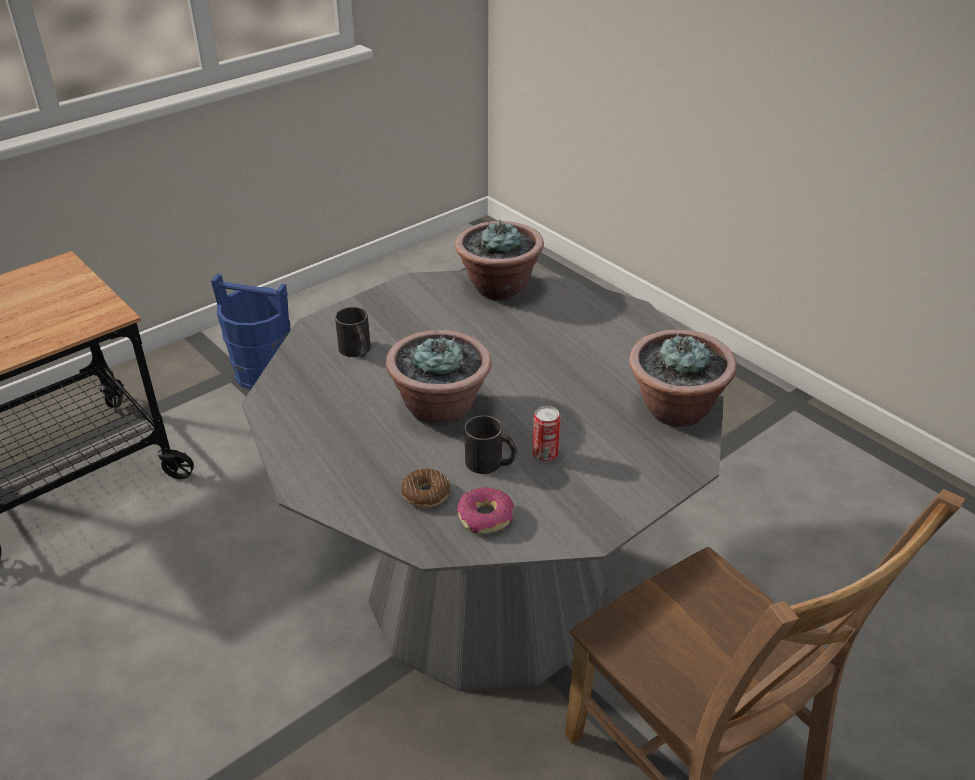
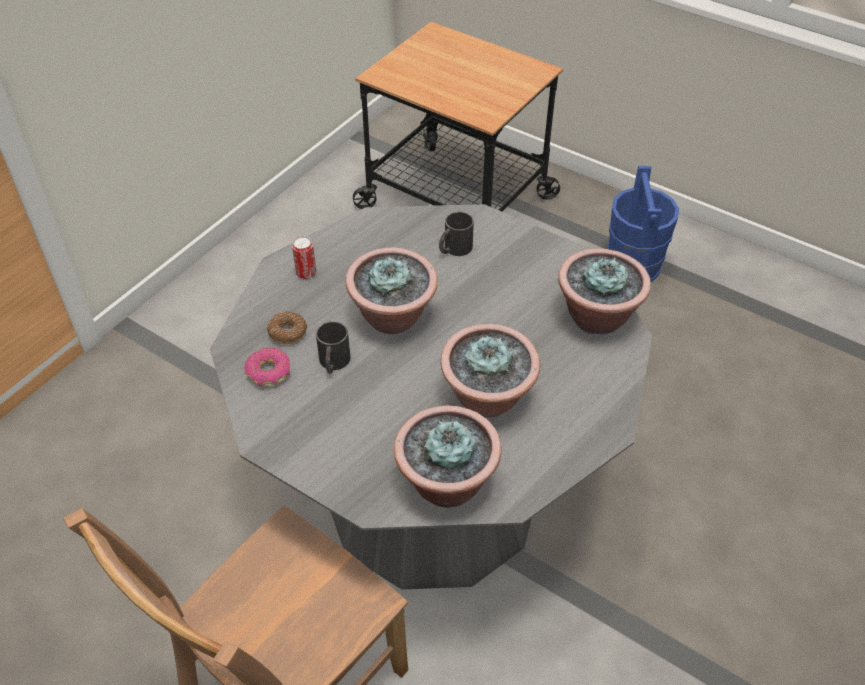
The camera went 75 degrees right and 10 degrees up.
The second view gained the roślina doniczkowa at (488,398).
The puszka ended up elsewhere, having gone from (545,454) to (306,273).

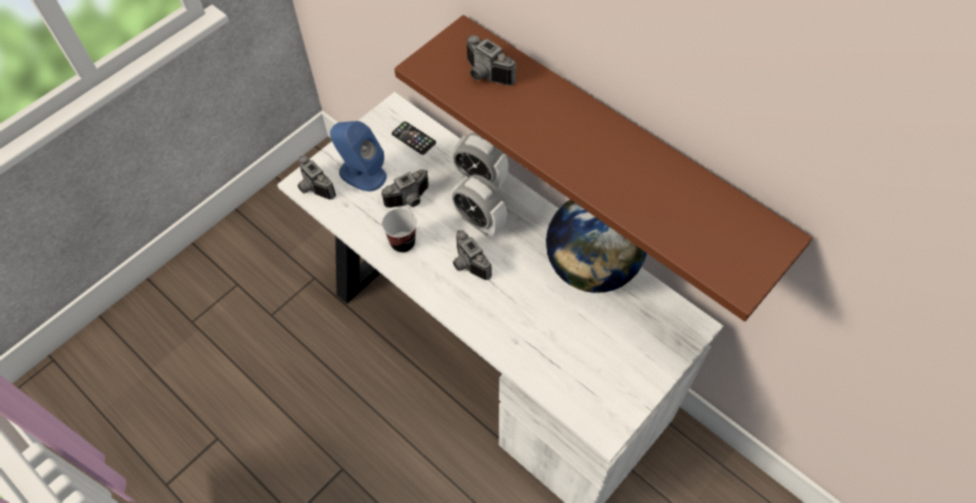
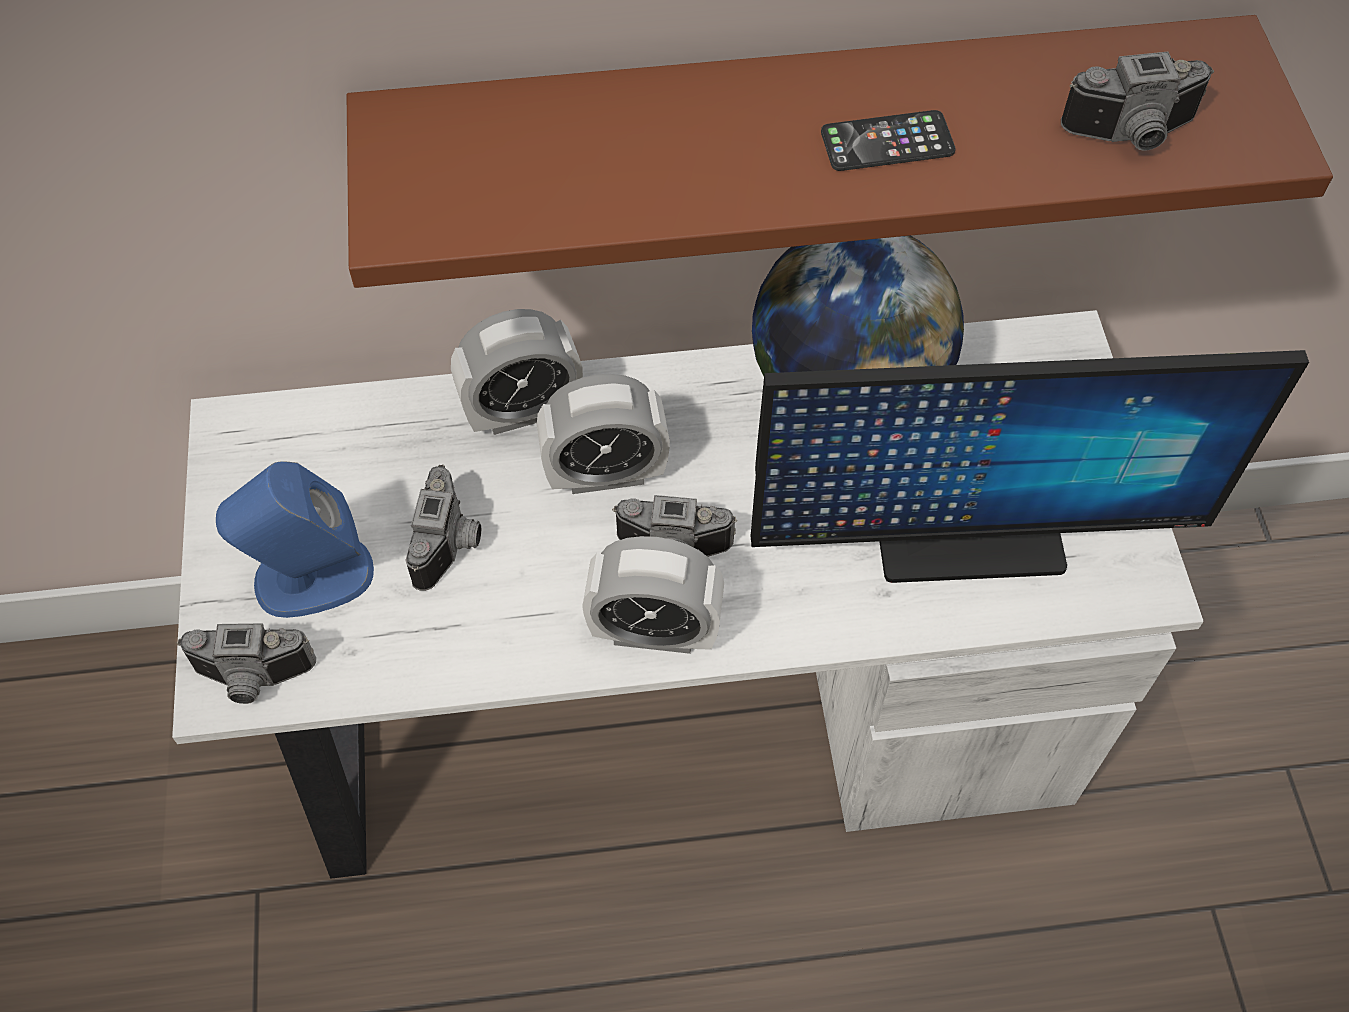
The camera went 50 degrees left and 0 degrees up.
The second view lost the filiżanka at (403,243).
The second view gained the budzik at (654,631).
The second view gained the monitor at (967,538).
The telefon ended up elsewhere, having gone from (413,138) to (887,142).
The aparat fotograficzny ended up elsewhere, having gone from (485,75) to (1133,136).

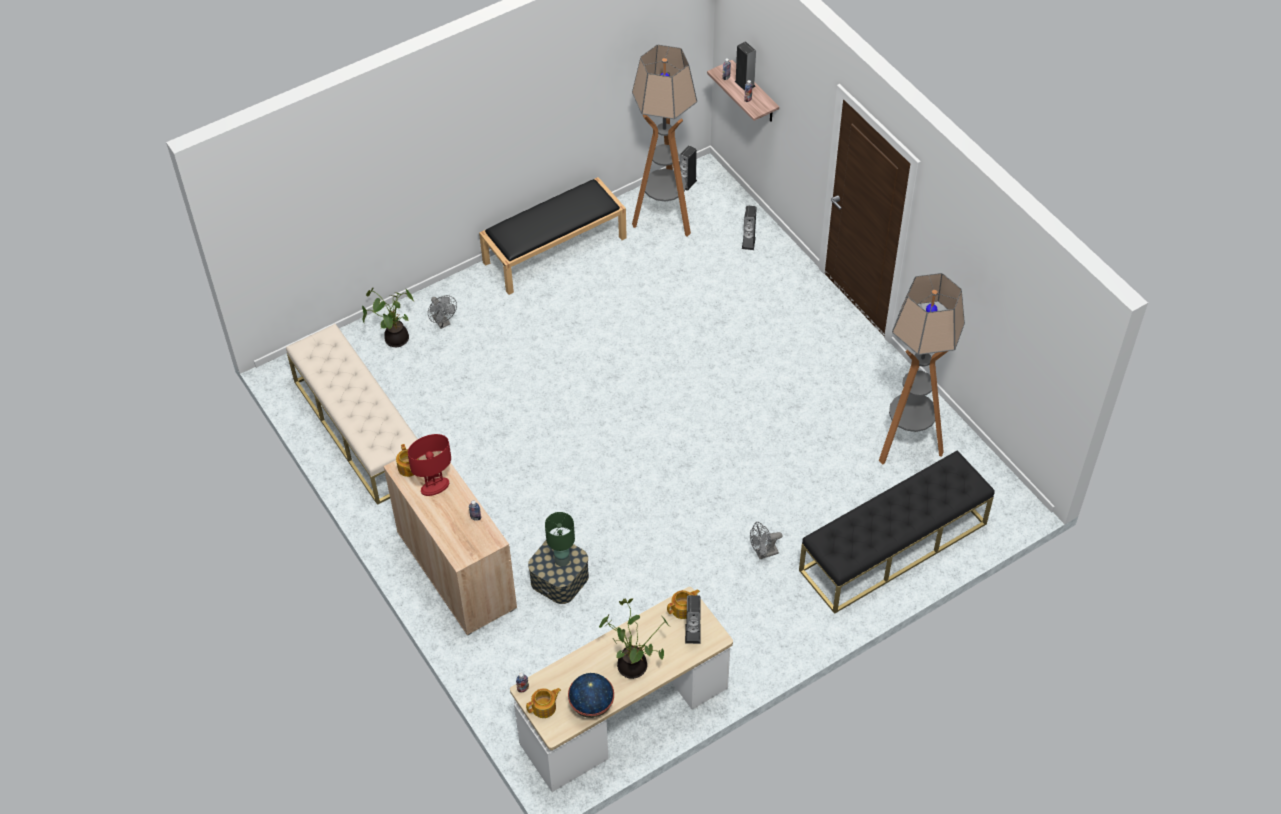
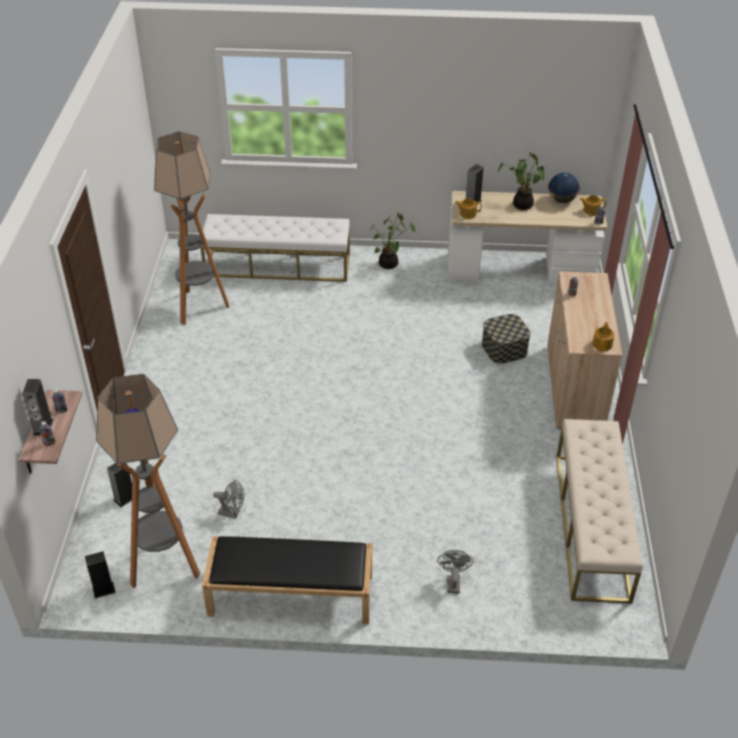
The camera went 145 degrees left and 10 degrees down.
The second view lost the lampa stołowa [czerwony] at (435,487).
The second view lost the lampa stołowa [zielony] at (562,559).
The roślina doniczkowa ended up elsewhere, having gone from (395,338) to (389,265).
The wentylator [szary] ended up elsewhere, having gone from (763,553) to (232,513).
What was the ławka [czarny] at (893,547) turned into the ławka [biały] at (278,265).

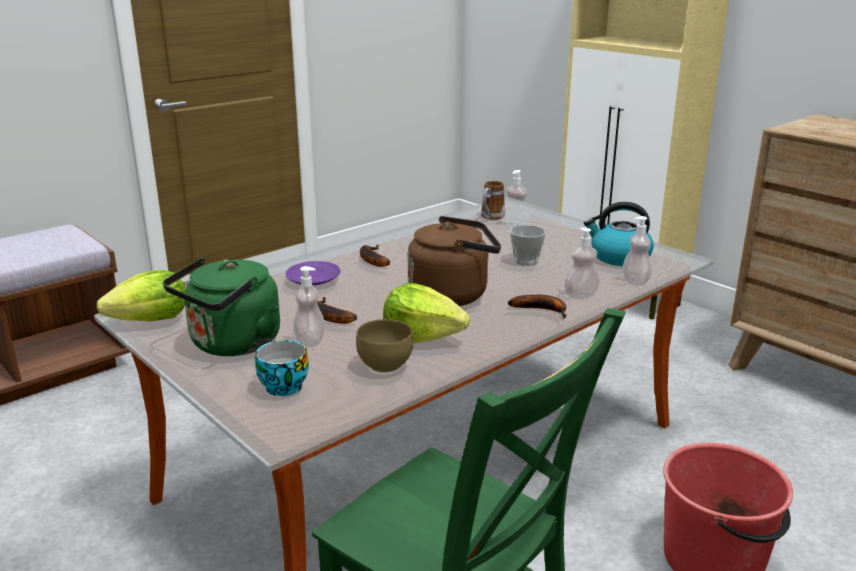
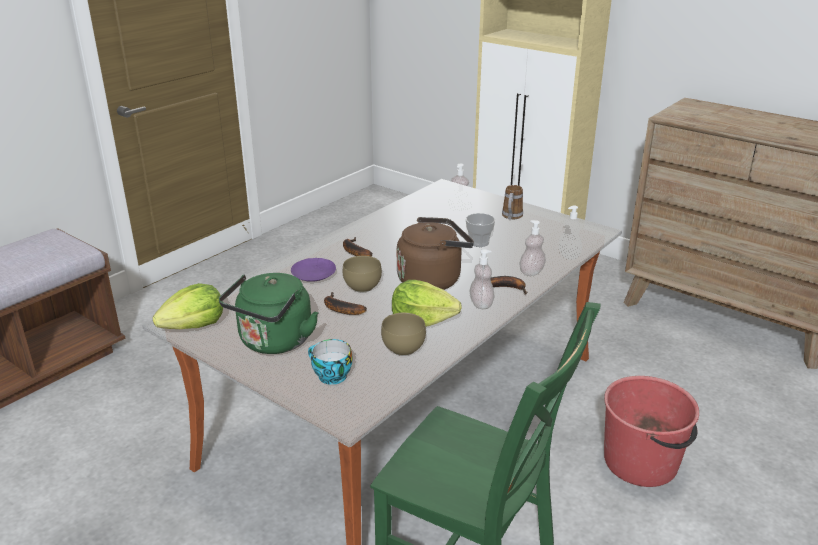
The camera went 10 degrees left and 5 degrees up.
The second view lost the czajnik at (619,257).
The second view gained the miska [brązowy] at (361,287).
The dozownik mydła ended up elsewhere, having gone from (310,341) to (481,304).
The kubek ended up elsewhere, having gone from (490,217) to (511,217).

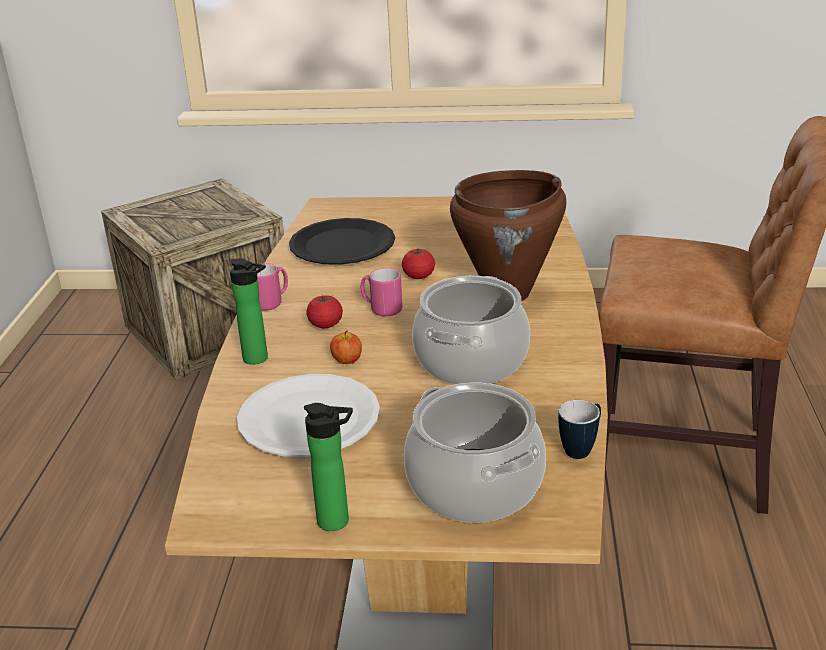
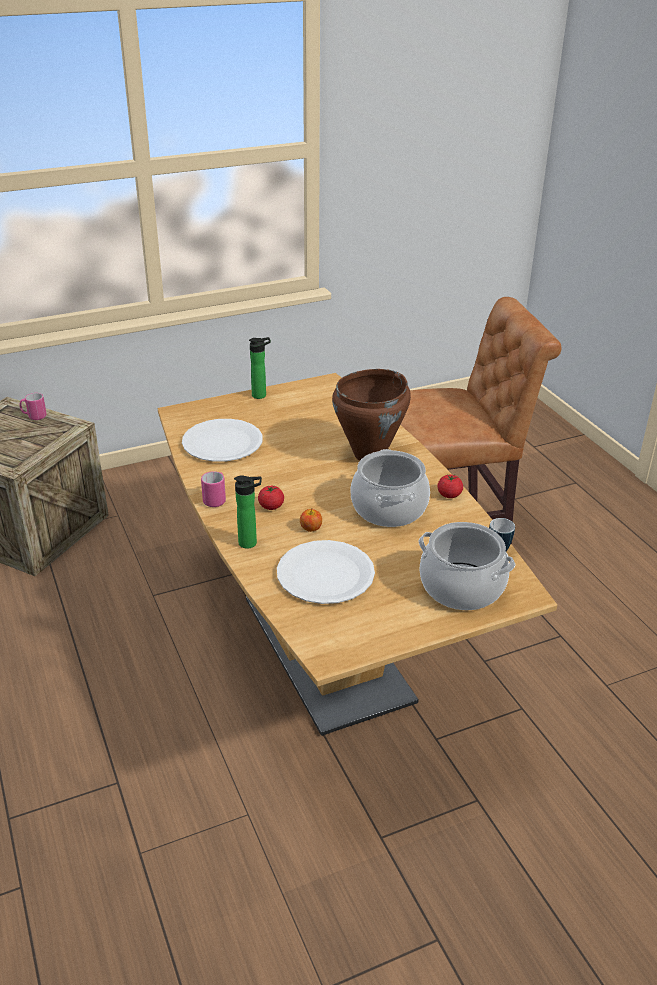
The camera went 30 degrees left and 5 degrees up.
The butelka ended up elsewhere, having gone from (338,522) to (261,395).
The kubek [różowy] ended up elsewhere, having gone from (381,309) to (34,416).
The pomidor ended up elsewhere, having gone from (418,276) to (449,495).
What was the talerz [czarny] at (342,245) turned into the talerz [biały] at (222,442).

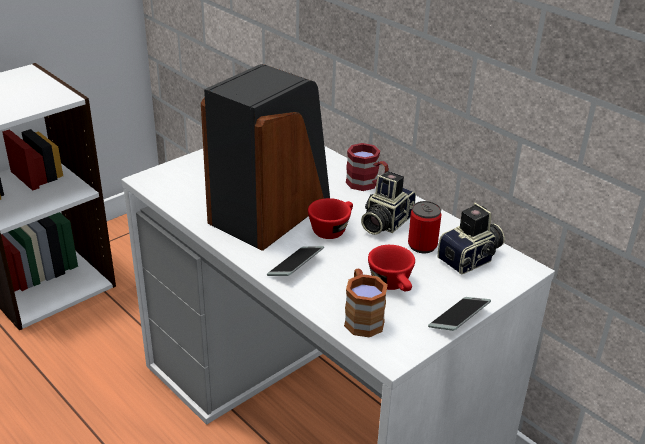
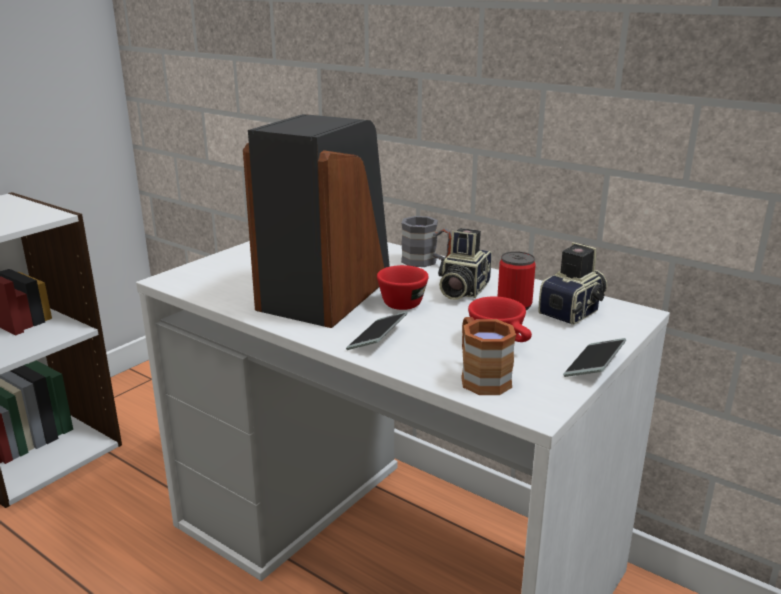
The camera went 10 degrees left and 10 degrees down.
What was the kubek [czerwony] at (367,185) turned into the kubek [szary] at (426,262).

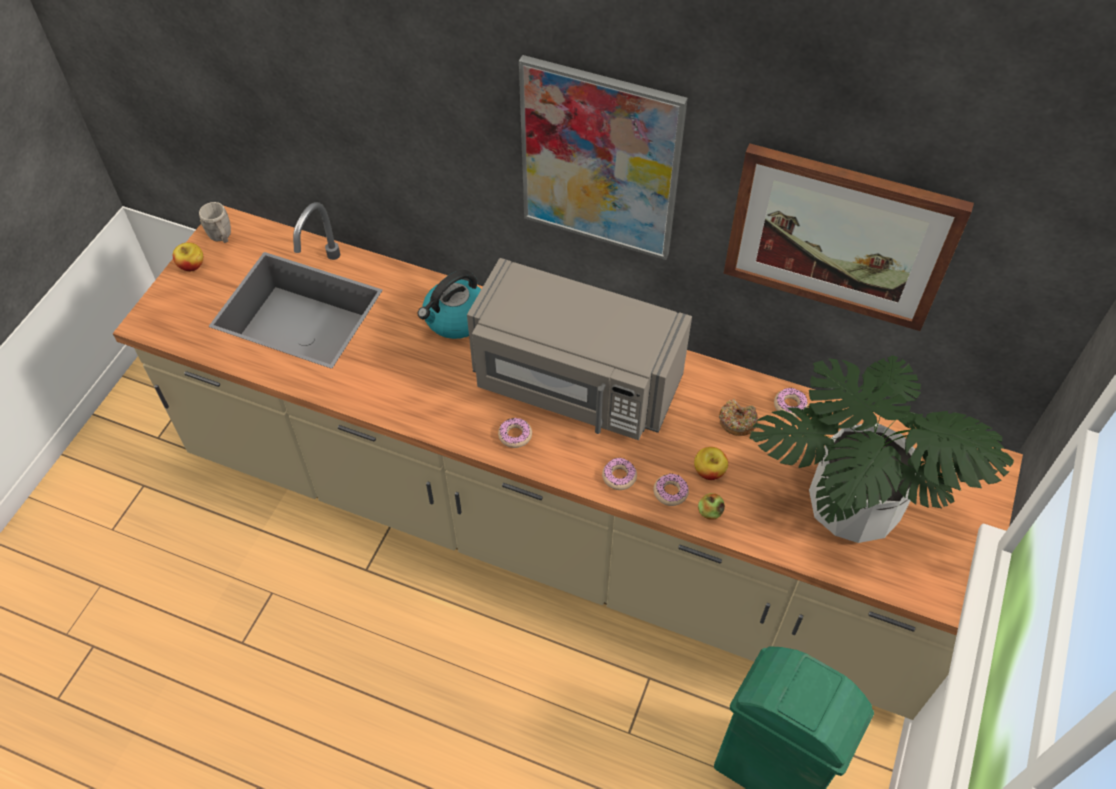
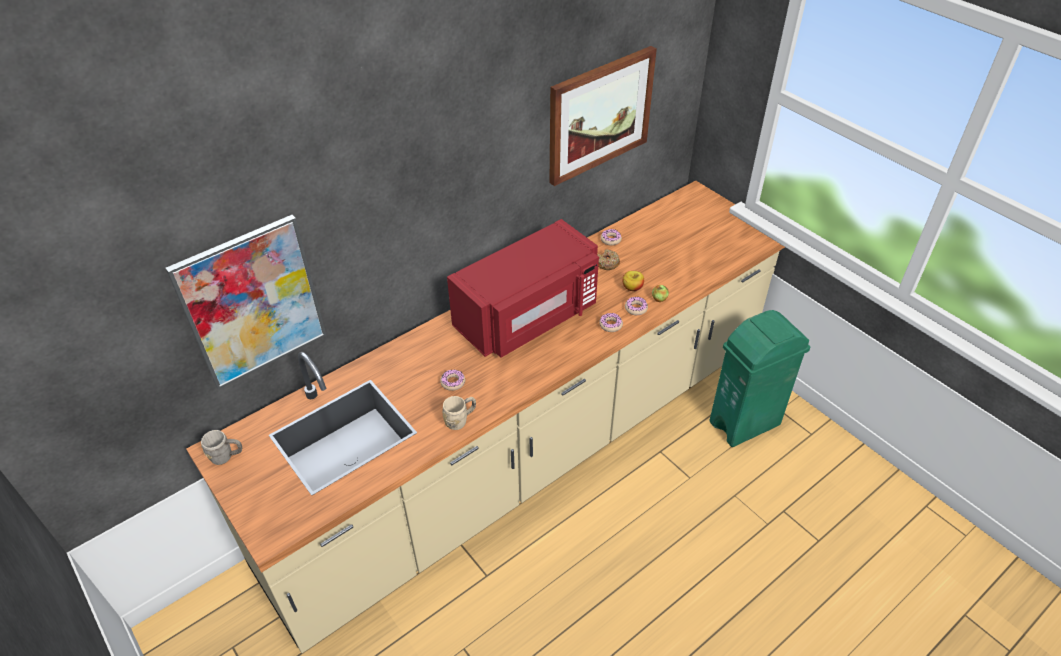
The camera went 60 degrees left and 10 degrees down.
The second view lost the jabłko at (191,265).
The second view lost the czajnik at (455,319).
The second view lost the roślina doniczkowa at (852,505).
The second view gained the kubek [beżowy] at (460,420).
The donut ended up elsewhere, having gone from (515,435) to (453,382).
The obraz ended up elsewhere, having gone from (600,160) to (252,303).
What was the mikrofalówka [szary] at (574,383) turned into the mikrofalówka [czerwony] at (529,317).

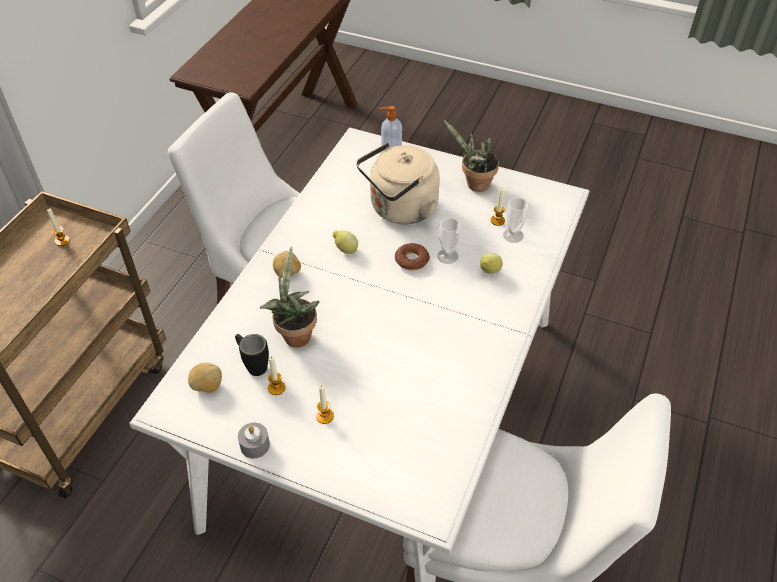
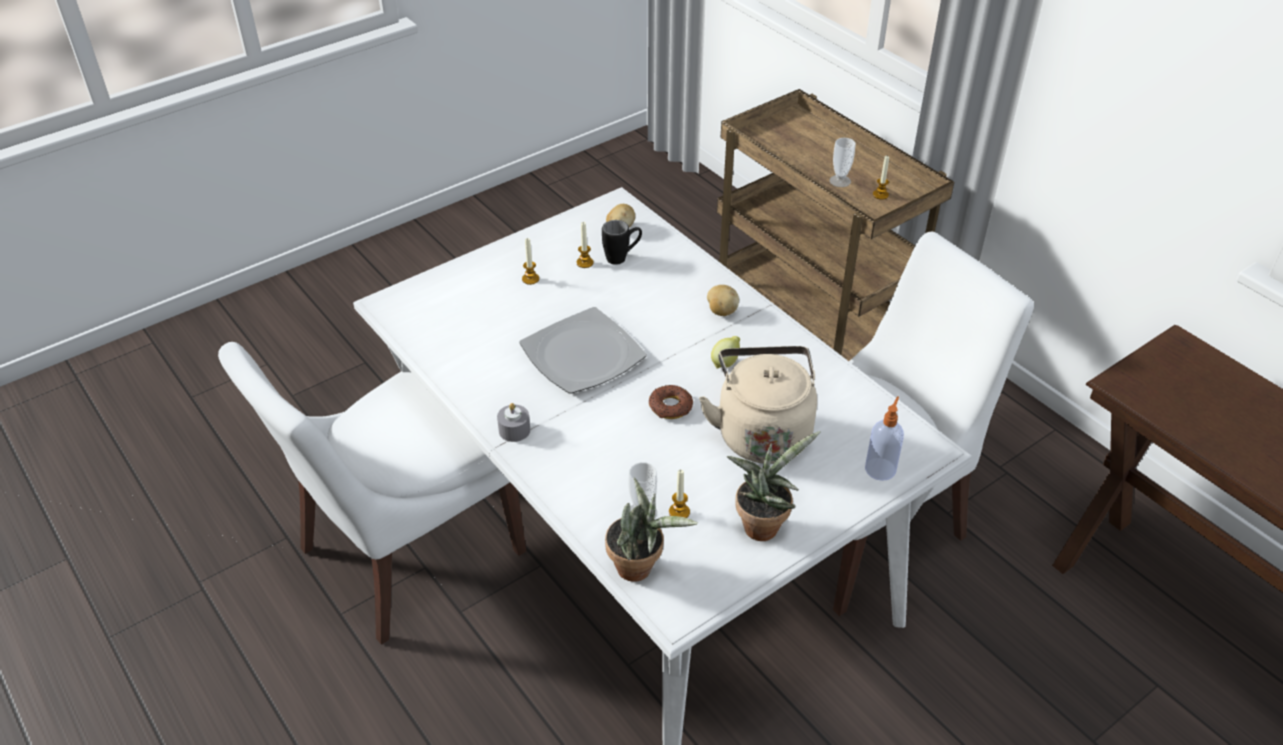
The camera went 120 degrees right and 5 degrees down.
The second view lost the cytryna at (489,272).
The second view gained the talerz at (584,355).
The świeca [szary] ended up elsewhere, having gone from (255,445) to (514,430).
The roślina doniczkowa ended up elsewhere, having gone from (295,334) to (640,567).
The filiżanka ended up elsewhere, having gone from (447,256) to (840,181).

